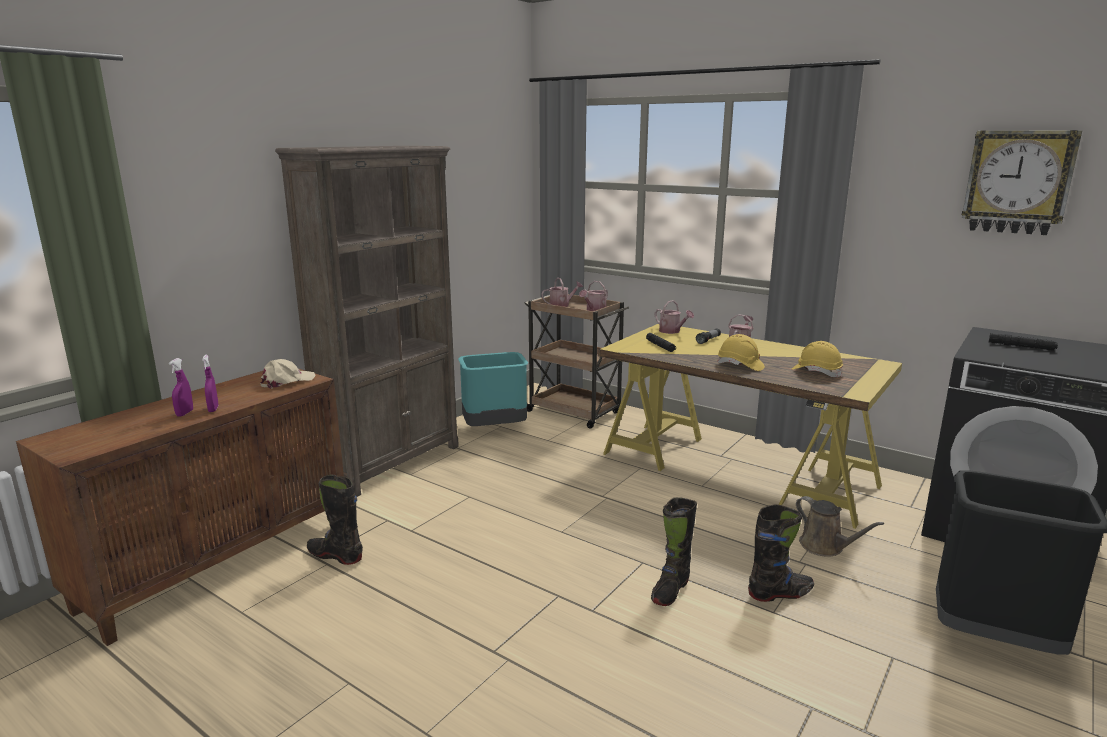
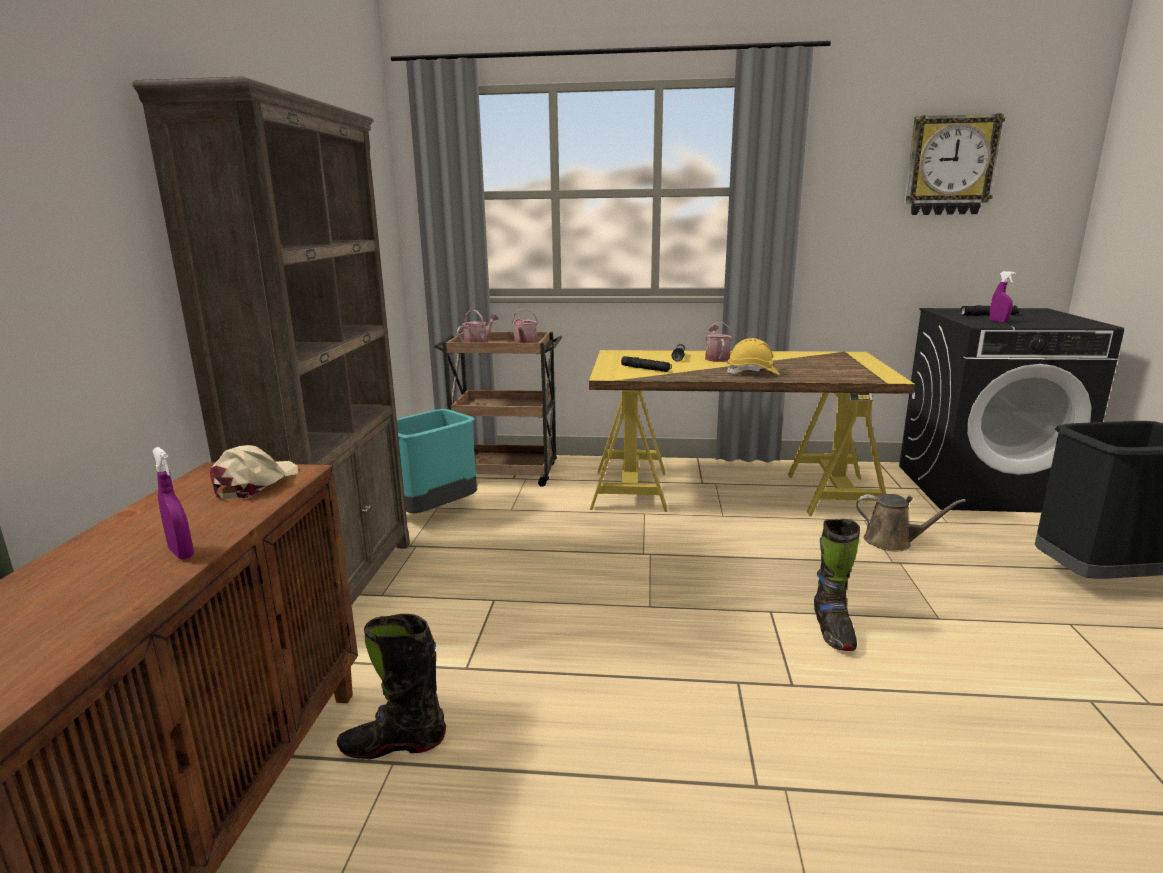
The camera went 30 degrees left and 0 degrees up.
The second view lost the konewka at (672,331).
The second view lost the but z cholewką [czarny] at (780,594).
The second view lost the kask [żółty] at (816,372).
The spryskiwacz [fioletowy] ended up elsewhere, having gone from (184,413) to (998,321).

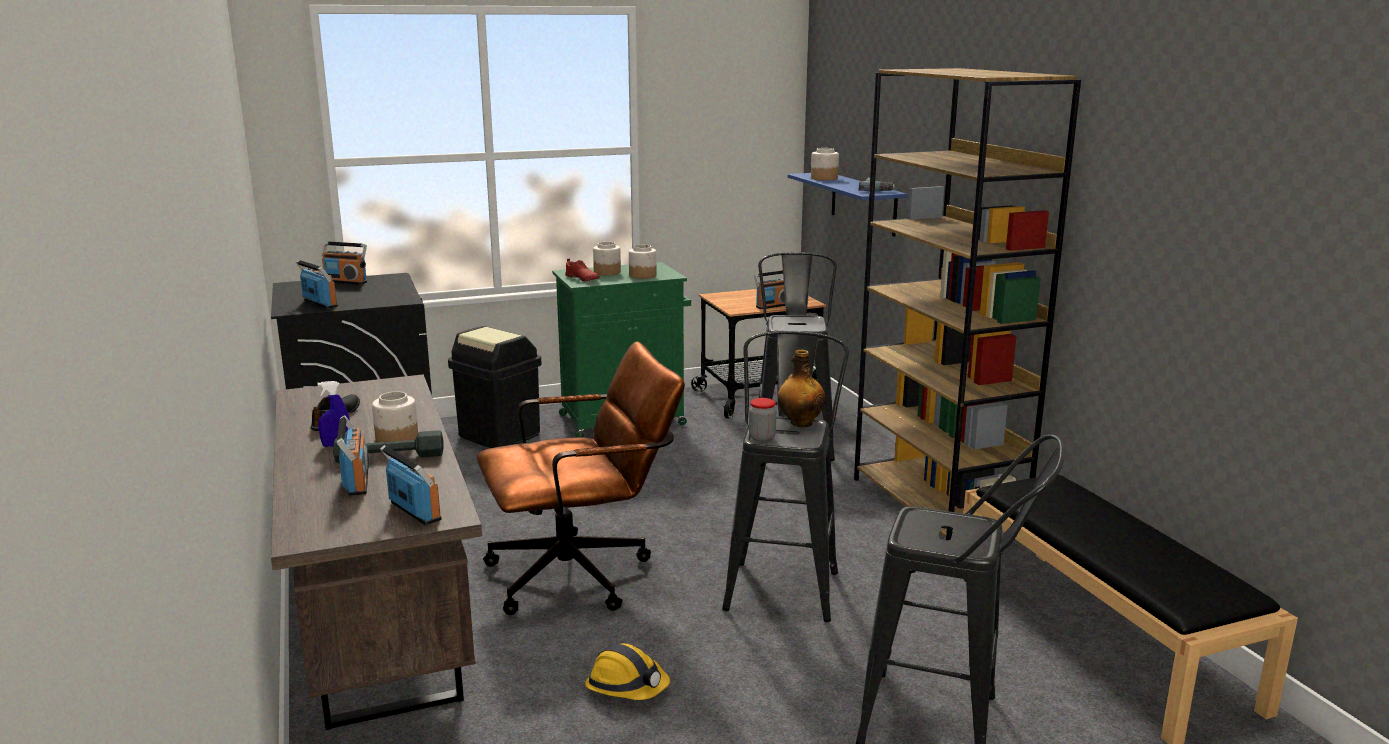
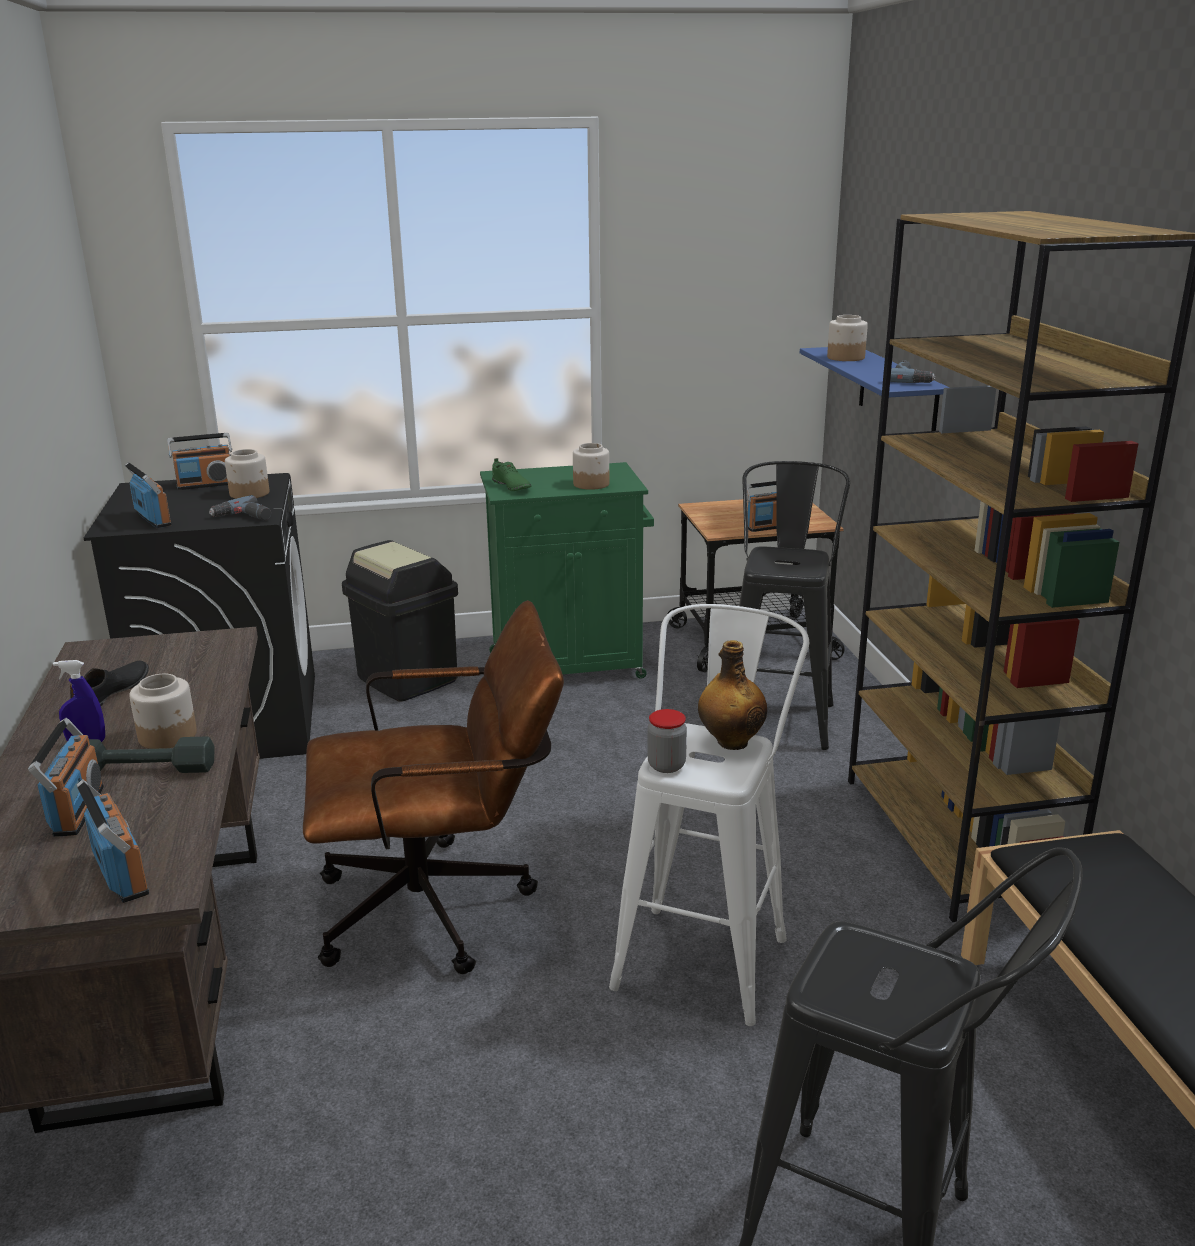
The camera went 10 degrees right and 5 degrees up.
The second view lost the kask at (627,686).
The second view gained the wiertarka at (243,517).
The słoik ended up elsewhere, having gone from (607,272) to (250,493).
What was the but [czerwony] at (582,279) turned into the but [zielony] at (511,486).
What was the stołek [czarny] at (784,583) turned into the stołek [biały] at (707,951).
The radio at (346,282) ended up facing another way, 45 degrees counterclockwise from before.

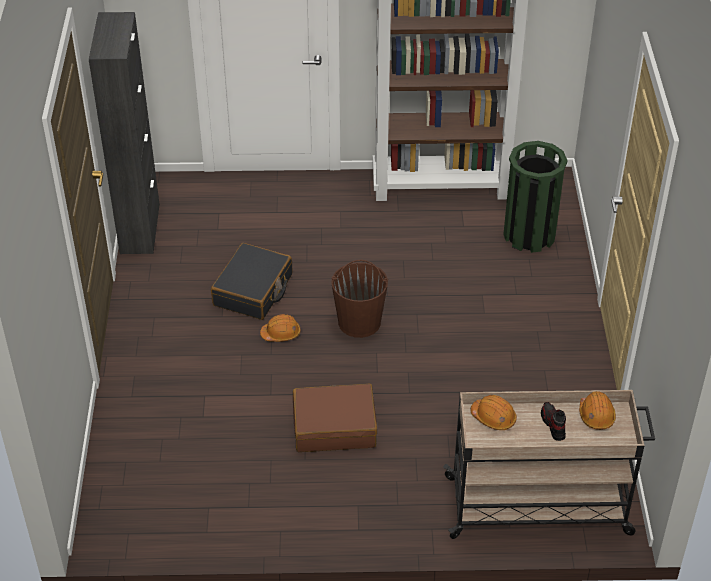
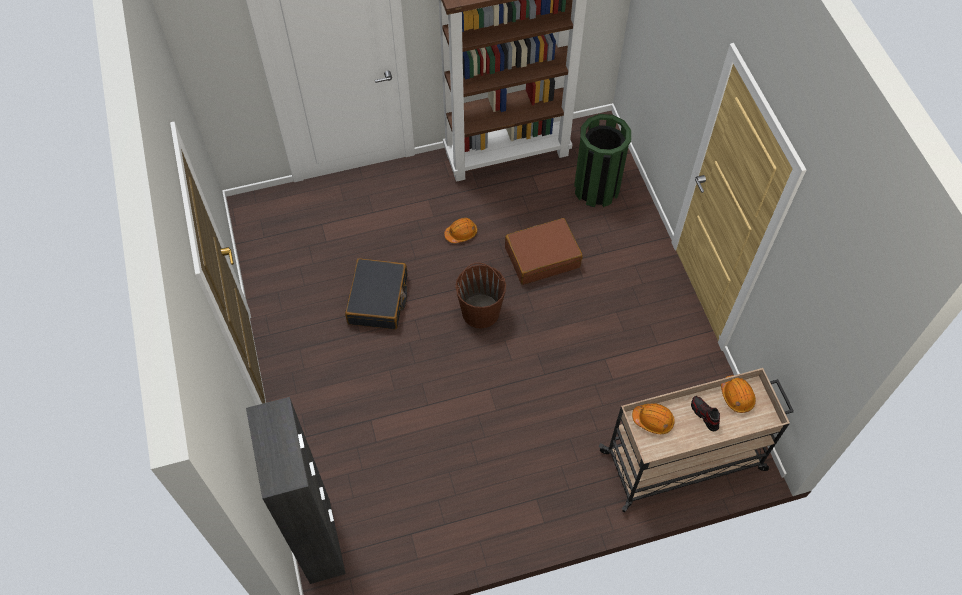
The camera went 15 degrees left and 15 degrees up.
The szafka [czarny] ended up elsewhere, having gone from (140,229) to (320,540).
The kask [pomarańczowy] ended up elsewhere, having gone from (281,334) to (461,233).
The walizka [brązowy] ended up elsewhere, having gone from (334,426) to (542,257).

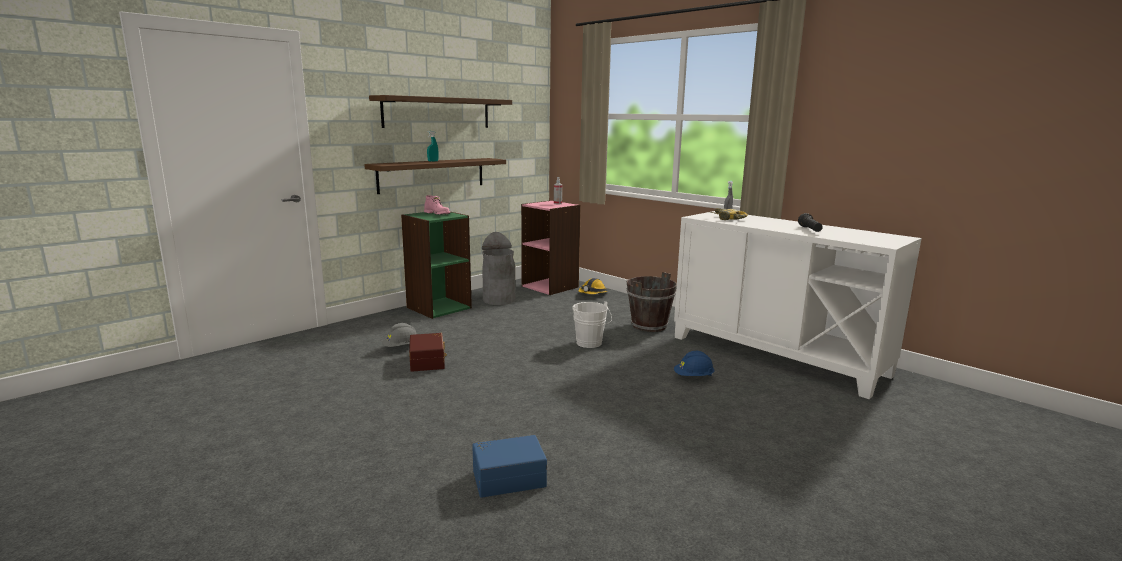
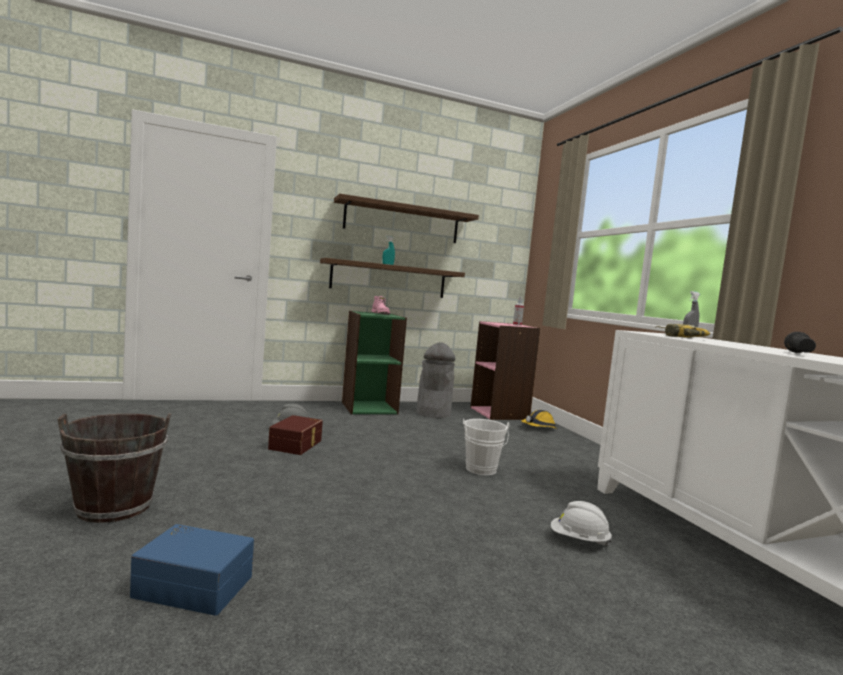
The camera went 25 degrees right and 10 degrees down.
The wiadro [brązowy] ended up elsewhere, having gone from (649,325) to (114,507).
What was the kask [niebieski] at (693,377) turned into the kask [biały] at (579,541).

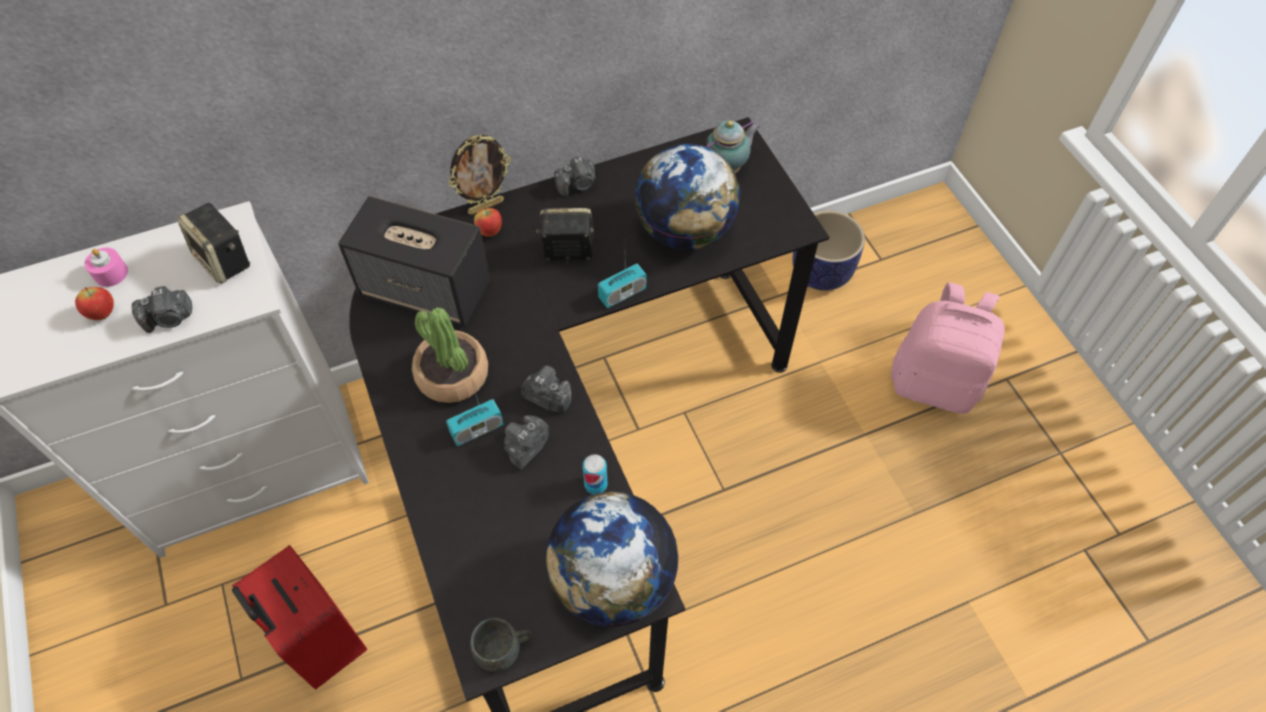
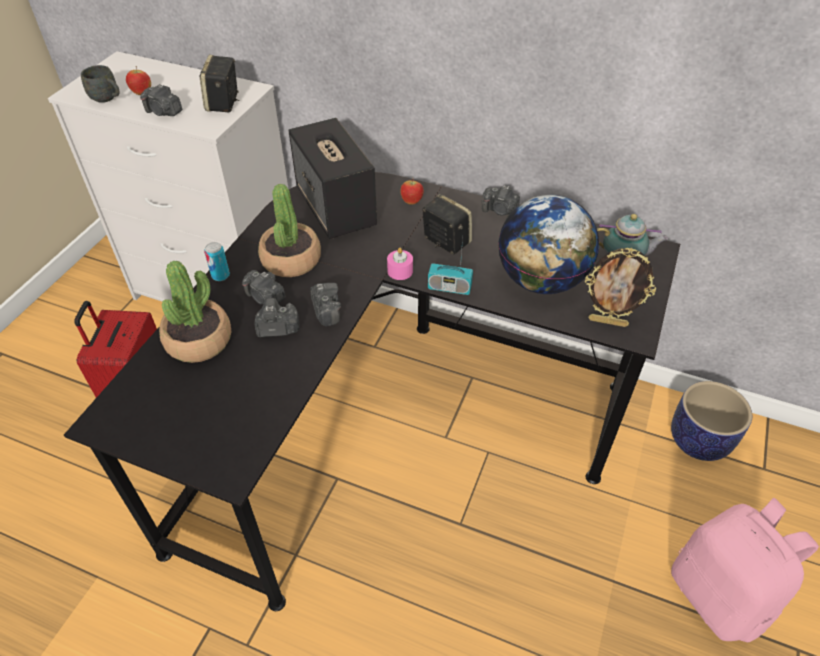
The camera went 45 degrees right and 10 degrees down.
The second view lost the globus at (612,581).
The second view gained the roślina doniczkowa at (199,340).
The świeca [różowy] ended up elsewhere, having gone from (111,273) to (400,271).
The ramka na zdjęcie ended up elsewhere, having gone from (485,206) to (608,322).
The kubek [szary] ended up elsewhere, having gone from (504,649) to (108,99).
The puszka ended up elsewhere, having gone from (596,484) to (220,275).
Where the radio stood at (477,429), the aparat fotograficzny came to stand at (265,297).

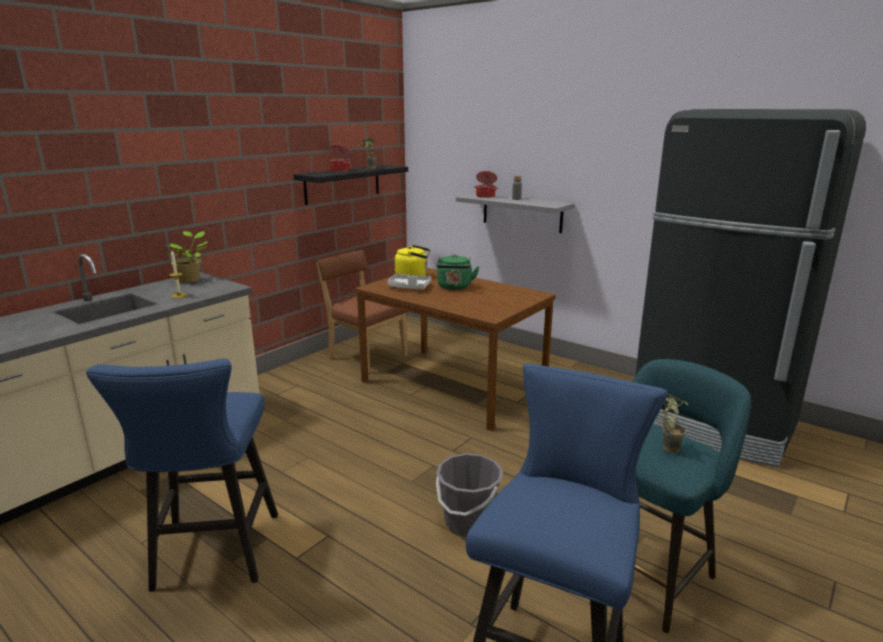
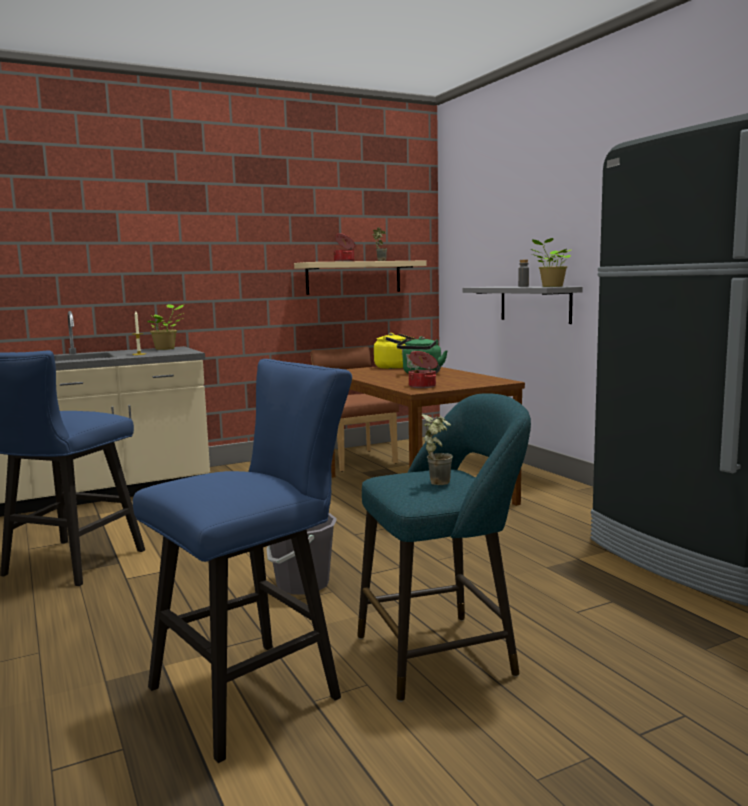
The camera went 25 degrees right and 10 degrees down.
The second view lost the taca [szary] at (409,287).
The second view gained the roślina doniczkowa at (551,286).
The garnek ended up elsewhere, having gone from (486,196) to (423,386).
What was the półka [czarny] at (343,184) turned into the półka [beżowy] at (353,277).

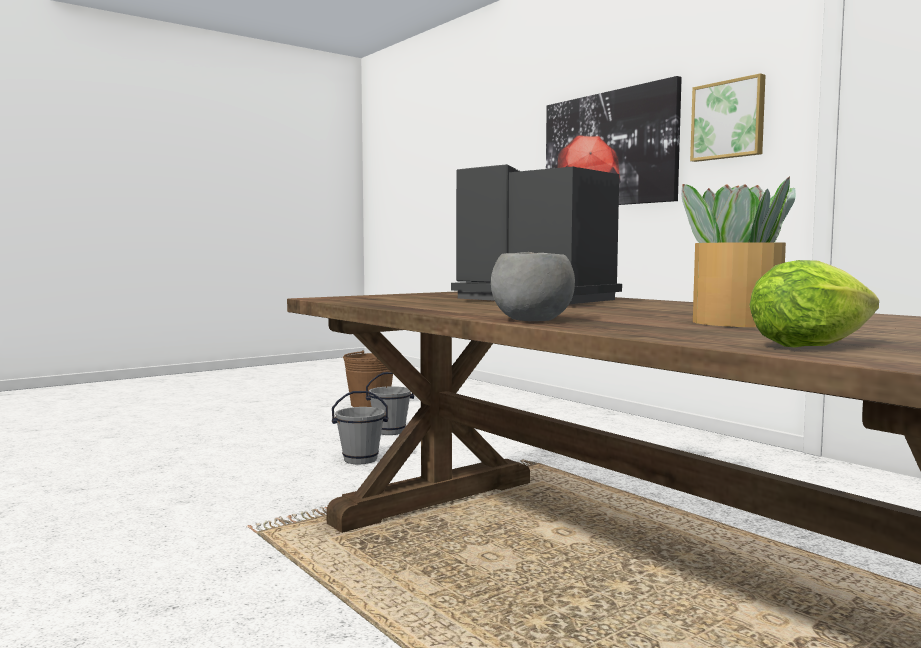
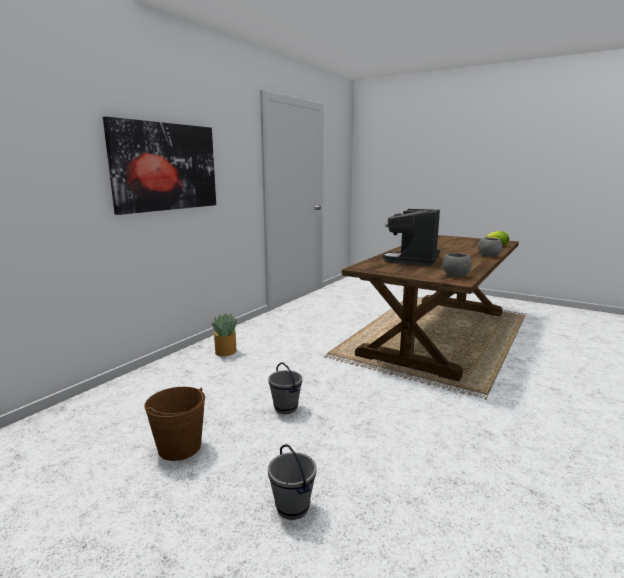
The camera went 110 degrees left and 10 degrees up.
The second view lost the obraz at (728,120).
The second view gained the miska [szary] at (455,276).
The wiadro [szary] ended up elsewhere, having gone from (360,459) to (292,508).
The roślina doniczkowa ended up elsewhere, having gone from (734,322) to (225,351).

